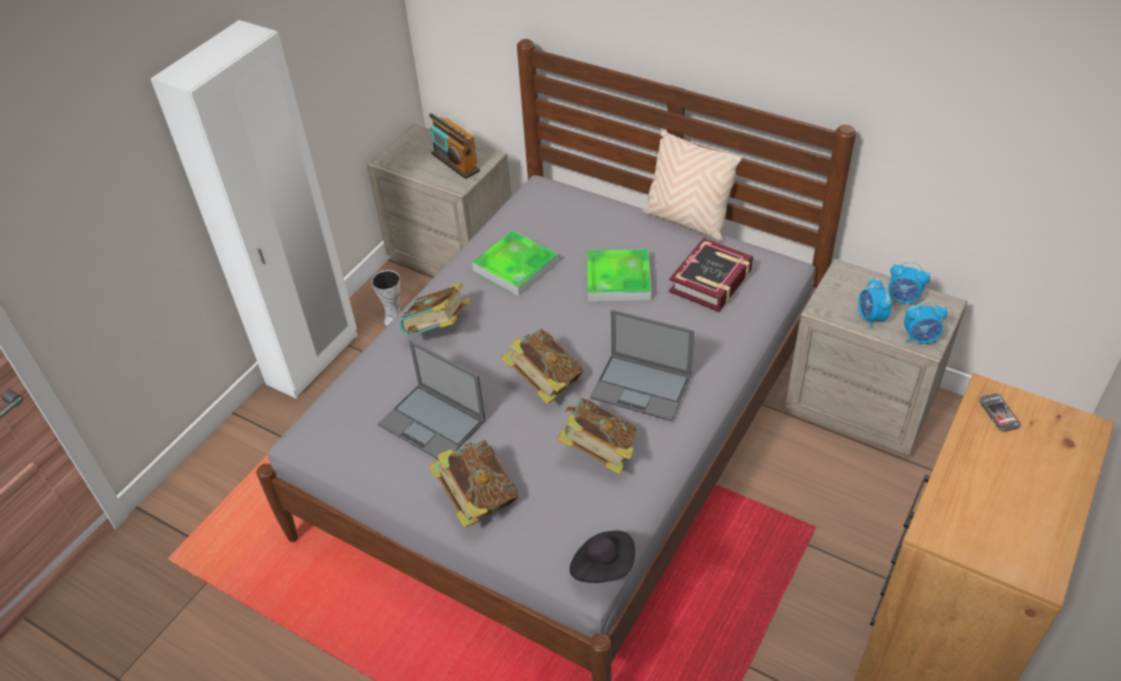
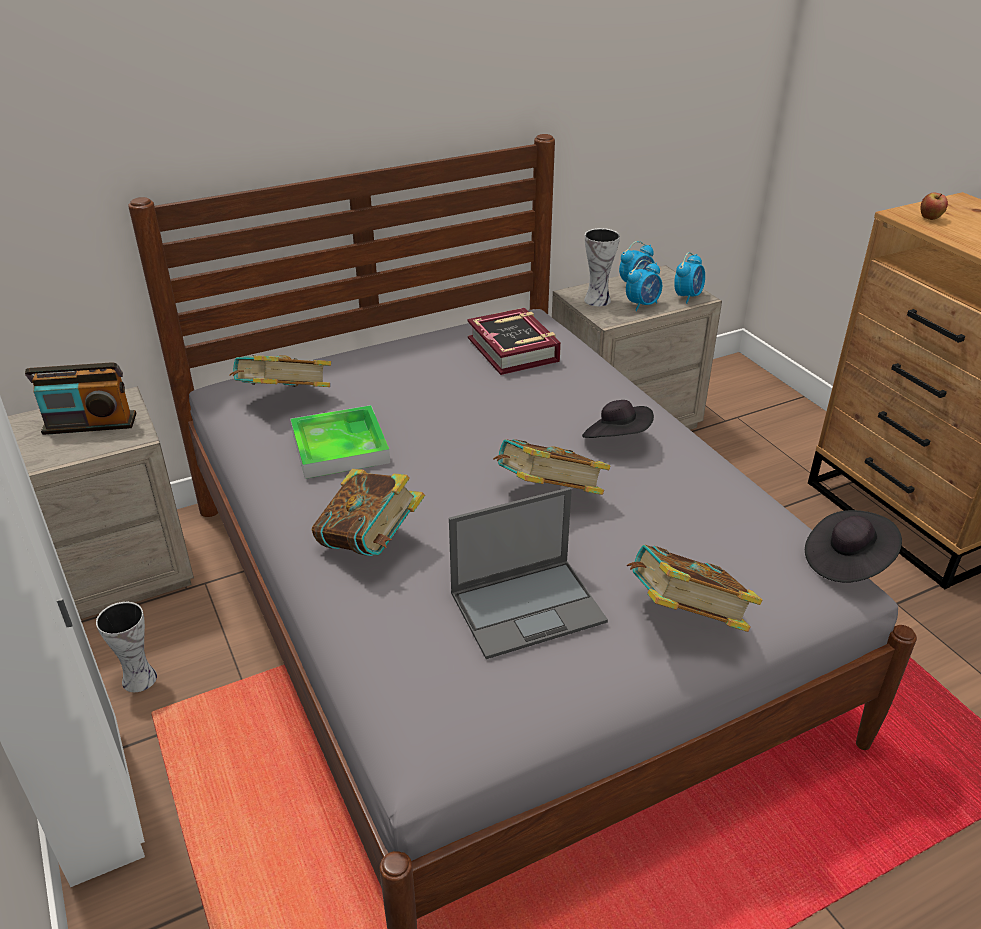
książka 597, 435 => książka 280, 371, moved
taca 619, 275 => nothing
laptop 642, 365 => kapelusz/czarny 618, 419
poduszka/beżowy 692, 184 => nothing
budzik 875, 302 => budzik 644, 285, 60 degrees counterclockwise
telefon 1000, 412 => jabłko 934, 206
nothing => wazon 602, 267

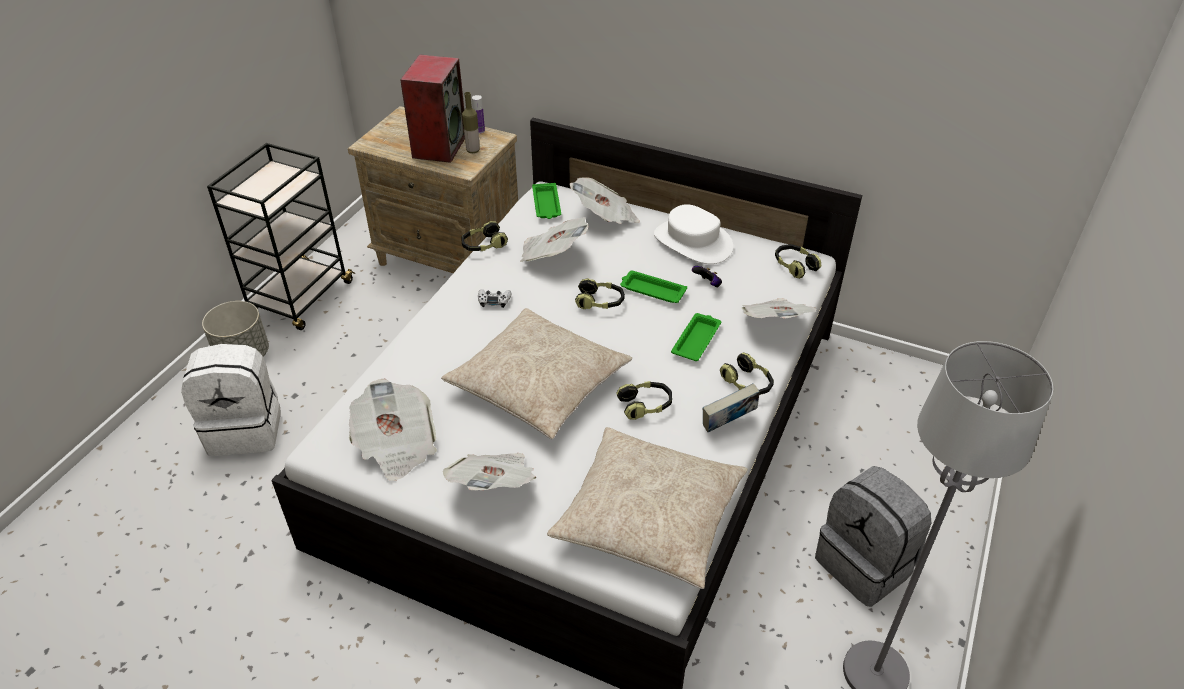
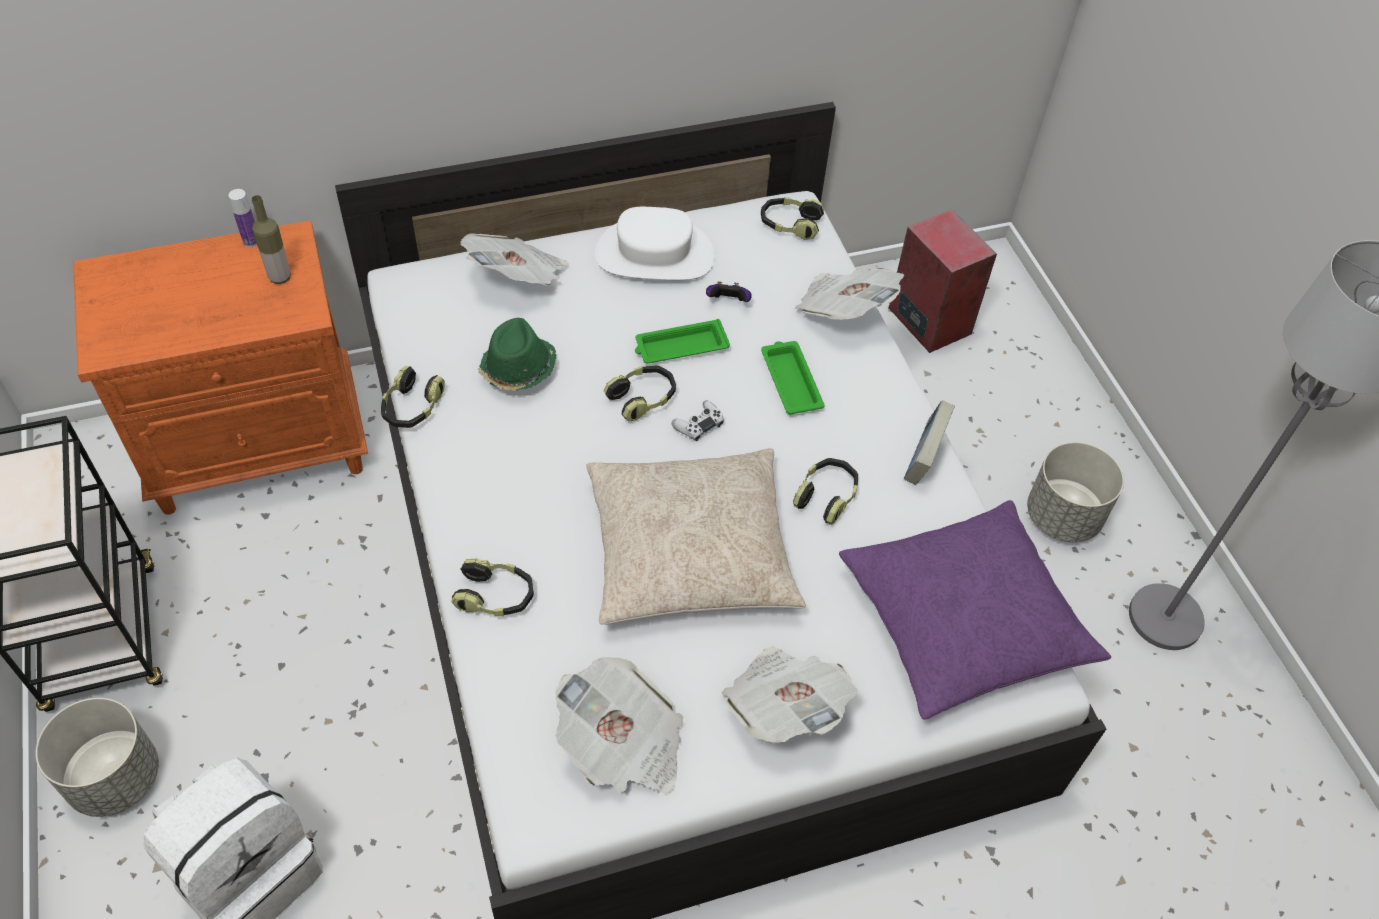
szafka nocna/beżowy 433, 189 => szafka nocna/pomarańczowy 220, 368
głośnik 432, 108 => głośnik 943, 281, moved
pad do gier/biały 495, 298 => pad do gier/biały 698, 420, moved
gazeta 554, 239 => kapelusz/zielony 517, 354
taca/zielony 546, 201 => nothing
poduszka/beżowy 647, 508 => poduszka/fioletowy 975, 610
słuchawki 747, 374 => słuchawki 492, 587, moved
plecak/szary 873, 536 => donica/szary 1075, 492

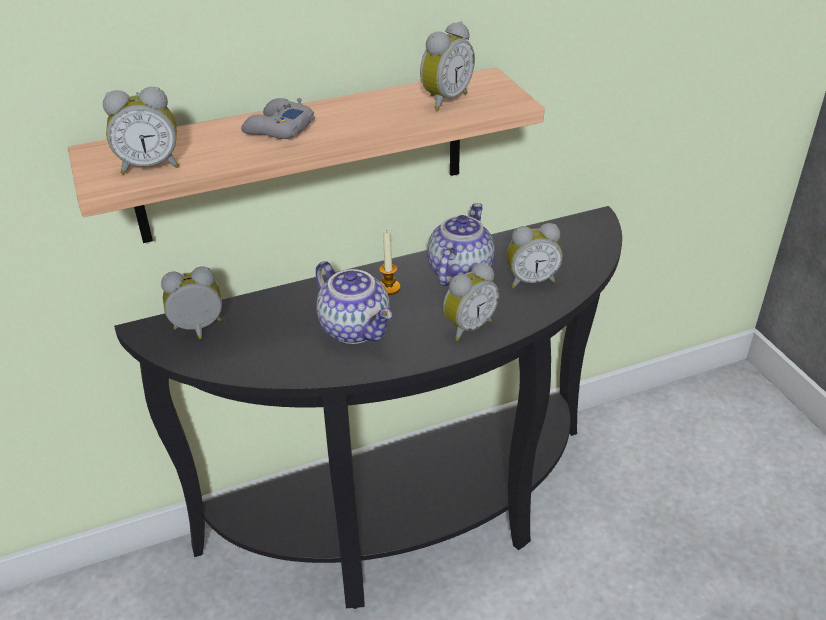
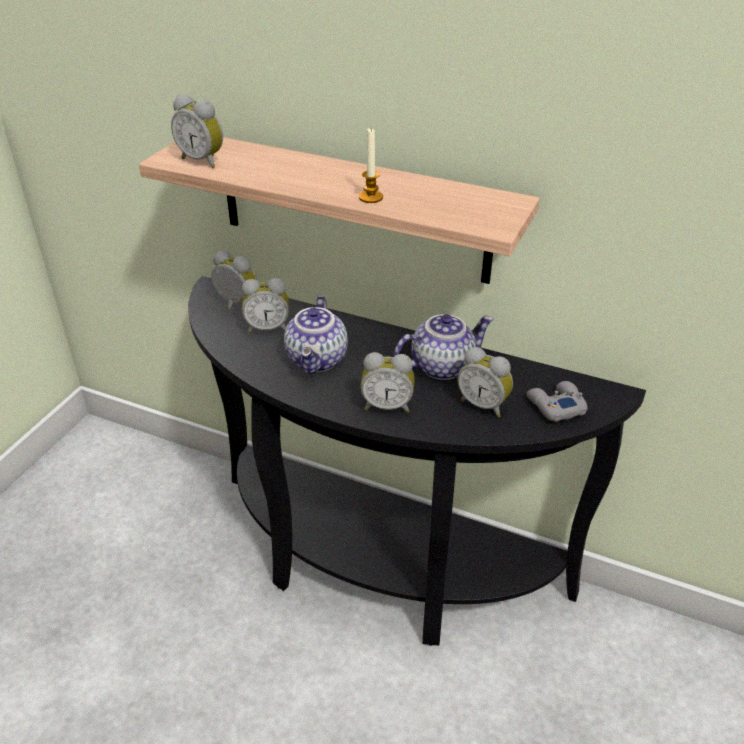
pad do gier/szary 278, 118 => pad do gier/szary 557, 401, moved
świeca 390, 262 => świeca 371, 165, moved
budzik 447, 66 => budzik 265, 306, moved

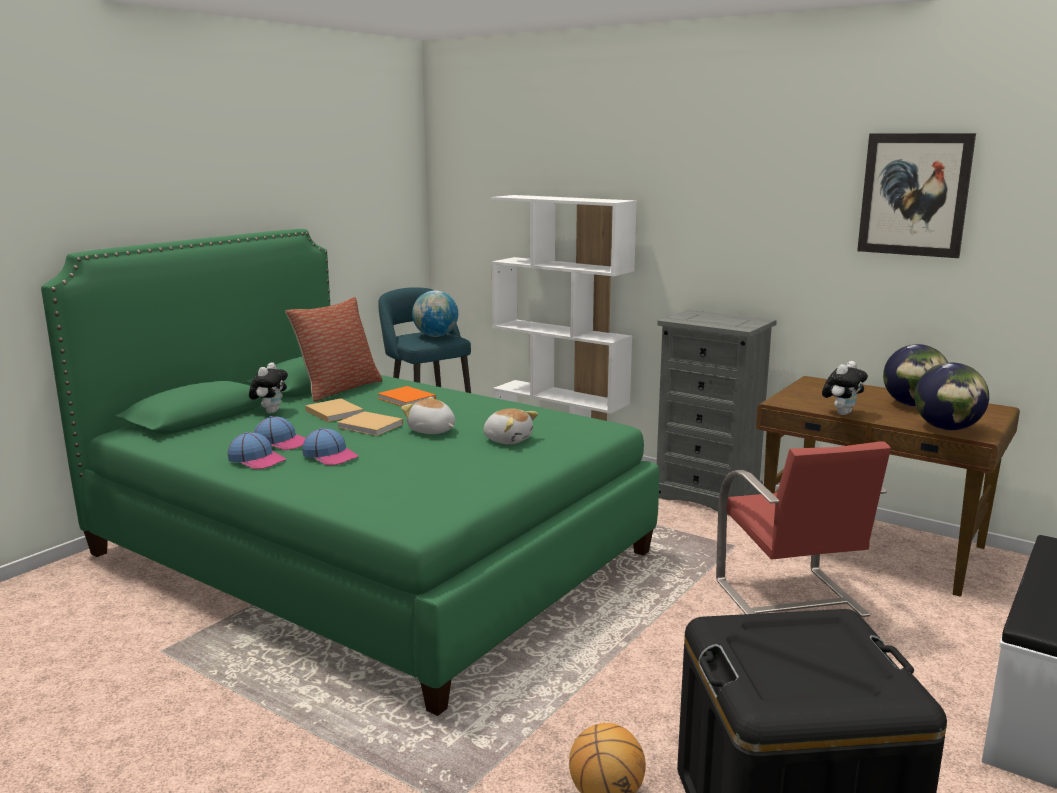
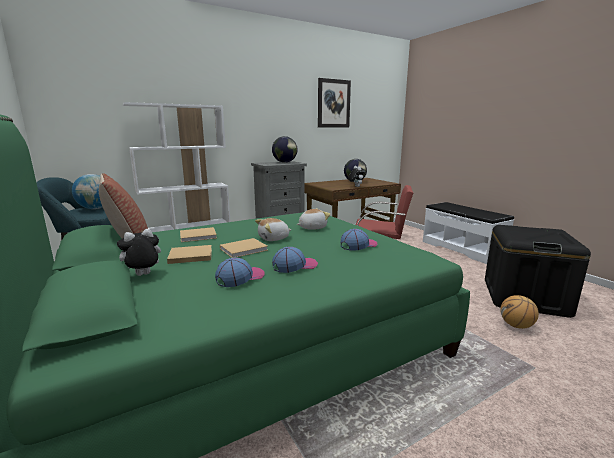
czapka z daszkiem 257, 450 => czapka z daszkiem 359, 240, moved
pluszak 268, 387 => pluszak 139, 252, 75 degrees counterclockwise
książka/pomarańczowy 406, 396 => książka/beżowy 198, 234
globus 951, 396 => globus 284, 149, moved

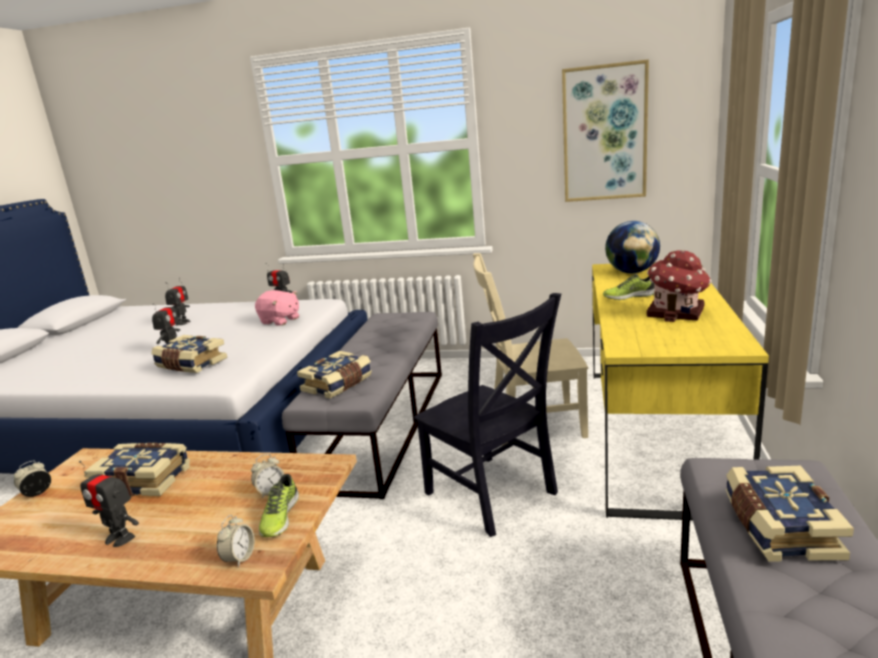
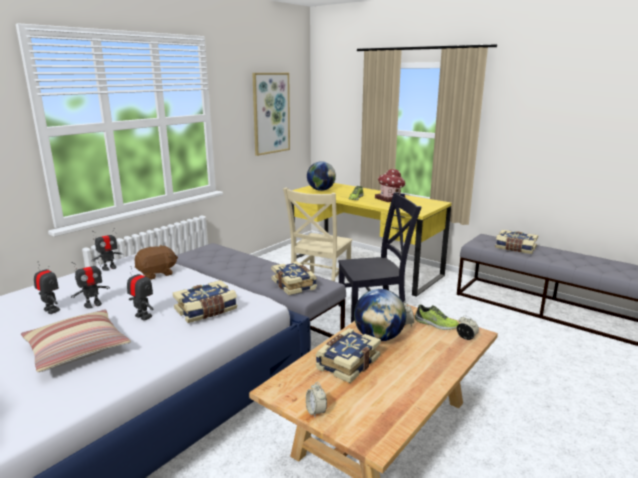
robot zabawkowy 109, 504 => robot zabawkowy 90, 283, moved
pluszak/różowy 277, 308 => pluszak/brązowy 156, 262
nothing => poduszka 76, 341
nothing => globus 380, 315

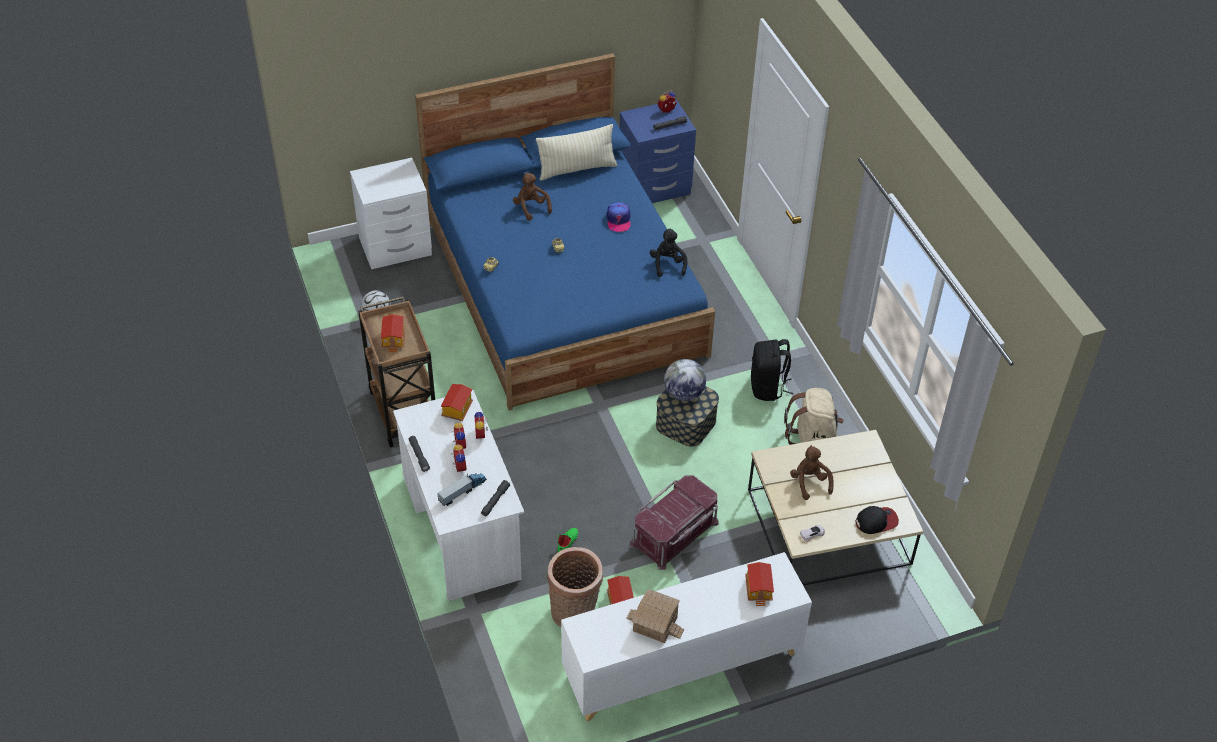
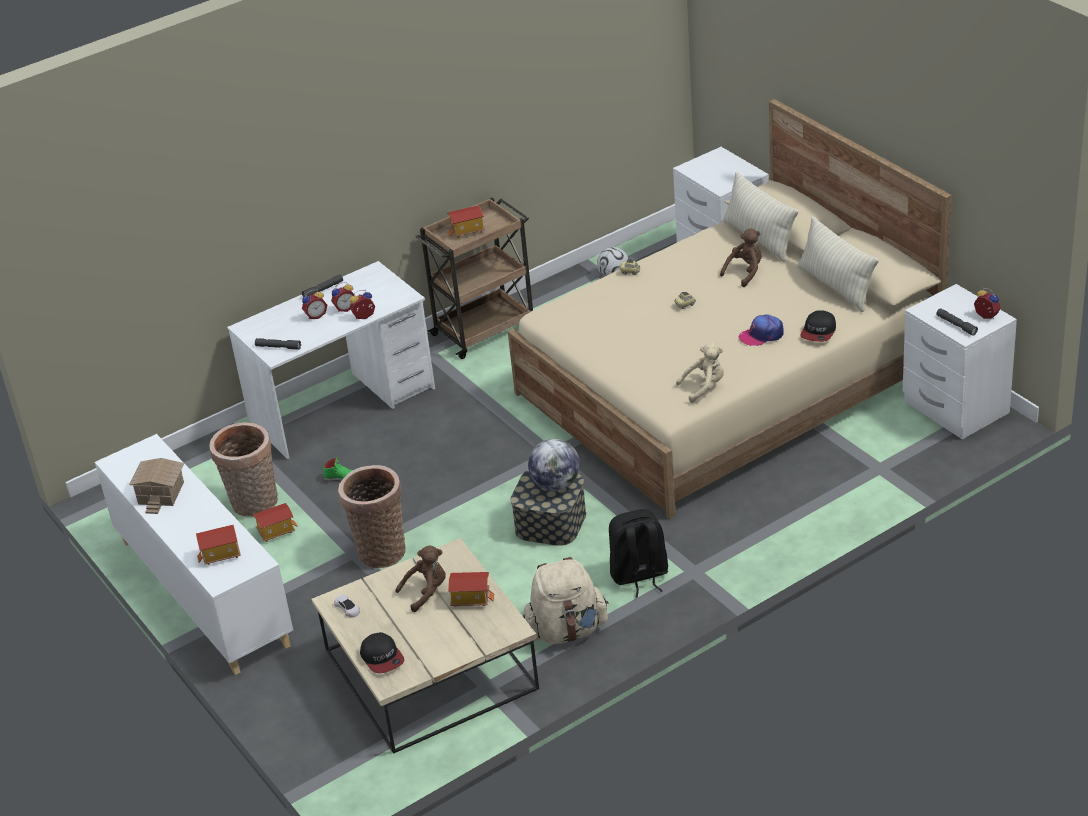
łóżko/niebieski 565, 232 => łóżko/beżowy 730, 309
ciężarówka zabawkowa 462, 490 => nothing
domek 457, 402 => domek 471, 589, moved
szafka nocna/niebieski 657, 151 => szafka nocna/biały 960, 361
pojemnik do przechowywania/czerwony 674, 522 => koszyk 372, 516
pluszak/czarny 668, 252 => pluszak/beżowy 700, 373
nothing => poduszka/beżowy 760, 216
nothing => czapka z daszkiem 818, 326

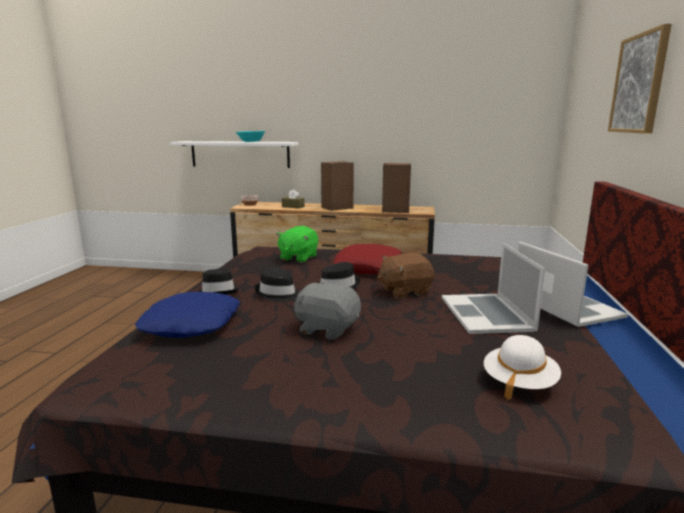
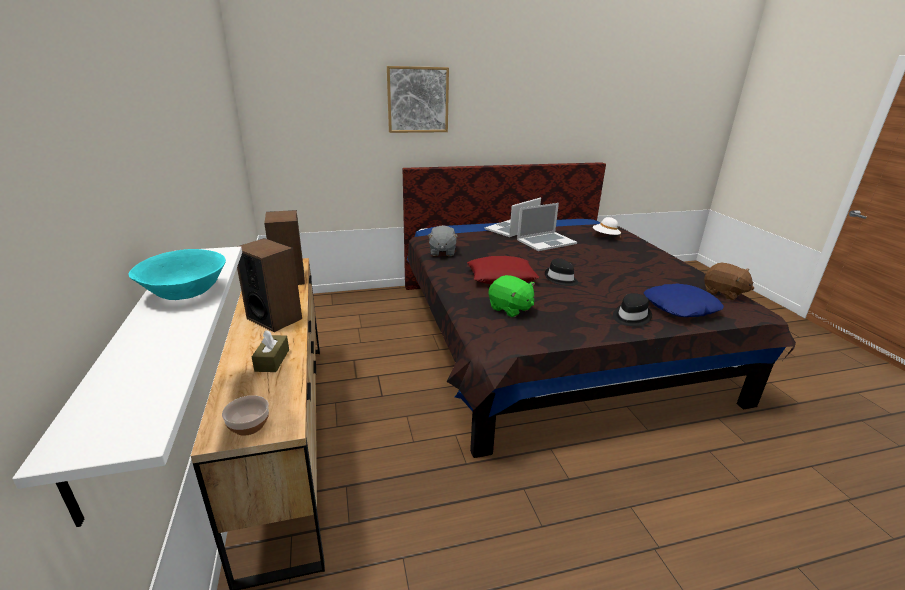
kapelusz/czarny 277, 284 => nothing
pluszak/zielony 297, 244 => pluszak/zielony 512, 296, 45 degrees clockwise
pluszak/szary 327, 310 => pluszak/szary 442, 240, moved
pluszak/brązowy 405, 275 => pluszak/brązowy 729, 281, moved

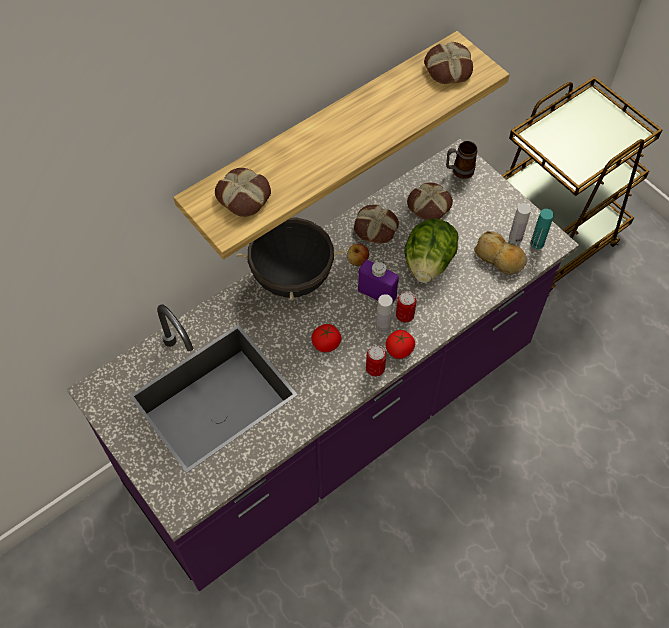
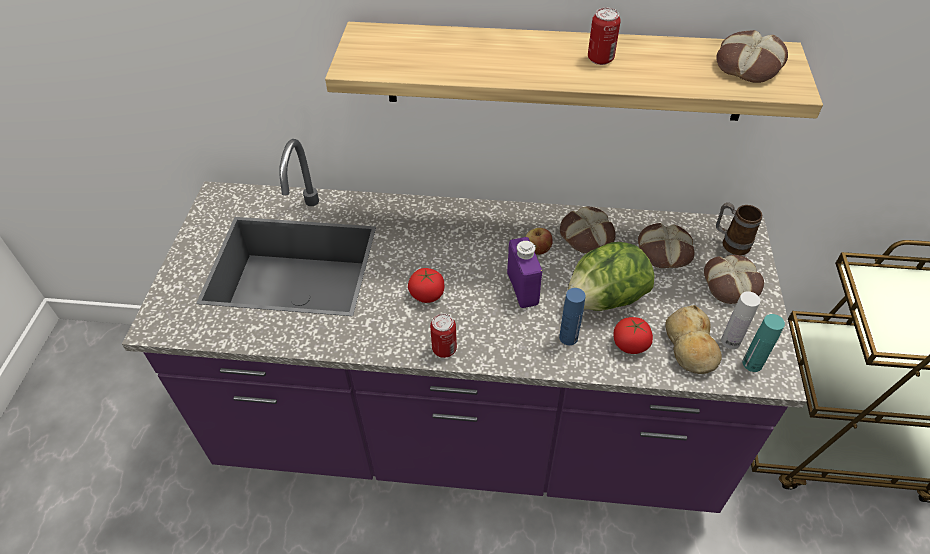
chleb 243, 192 => chleb 734, 279, moved
garnek/czarny 290, 258 => nothing
butelka/biały 384, 314 => nothing
pomidor 400, 344 => pomidor 633, 335, moved
puszka 406, 307 => puszka 604, 36, moved
nothing => butelka/niebieski 572, 316

